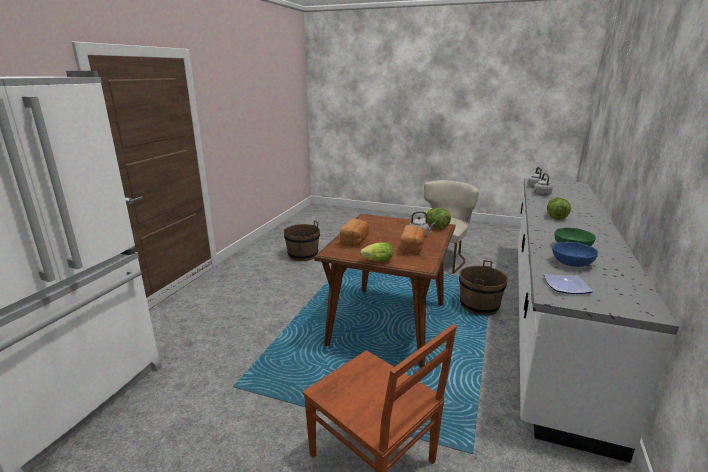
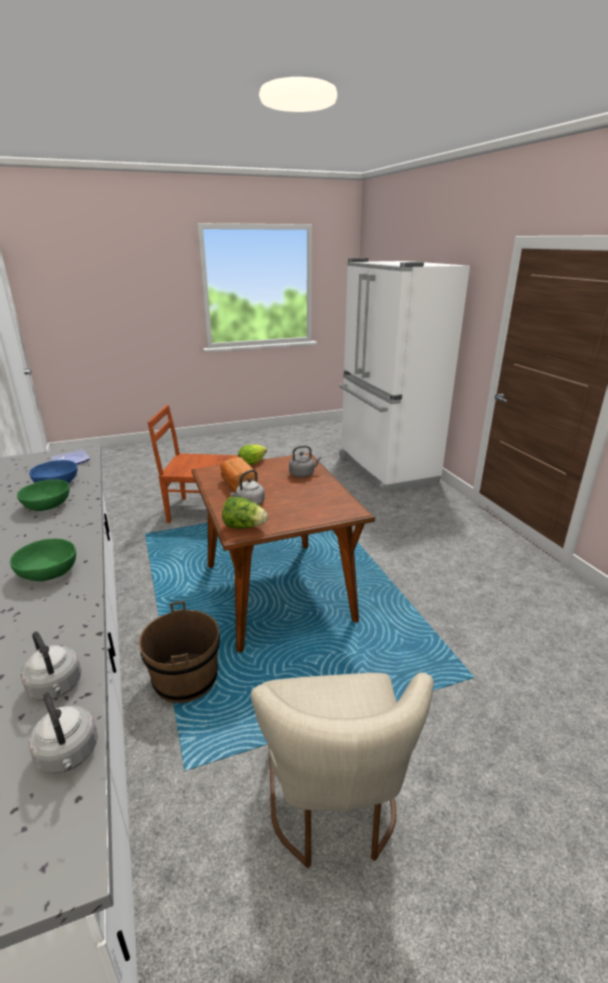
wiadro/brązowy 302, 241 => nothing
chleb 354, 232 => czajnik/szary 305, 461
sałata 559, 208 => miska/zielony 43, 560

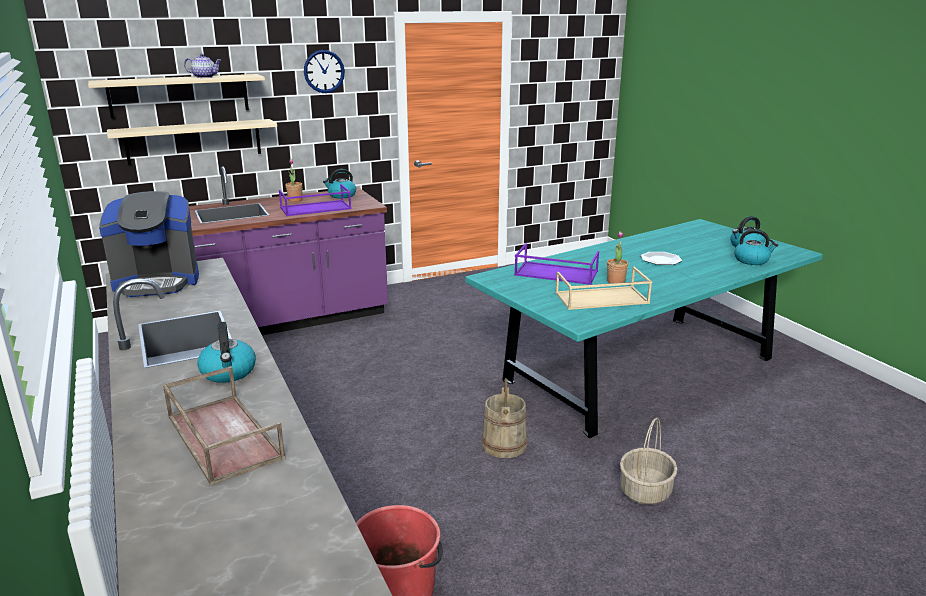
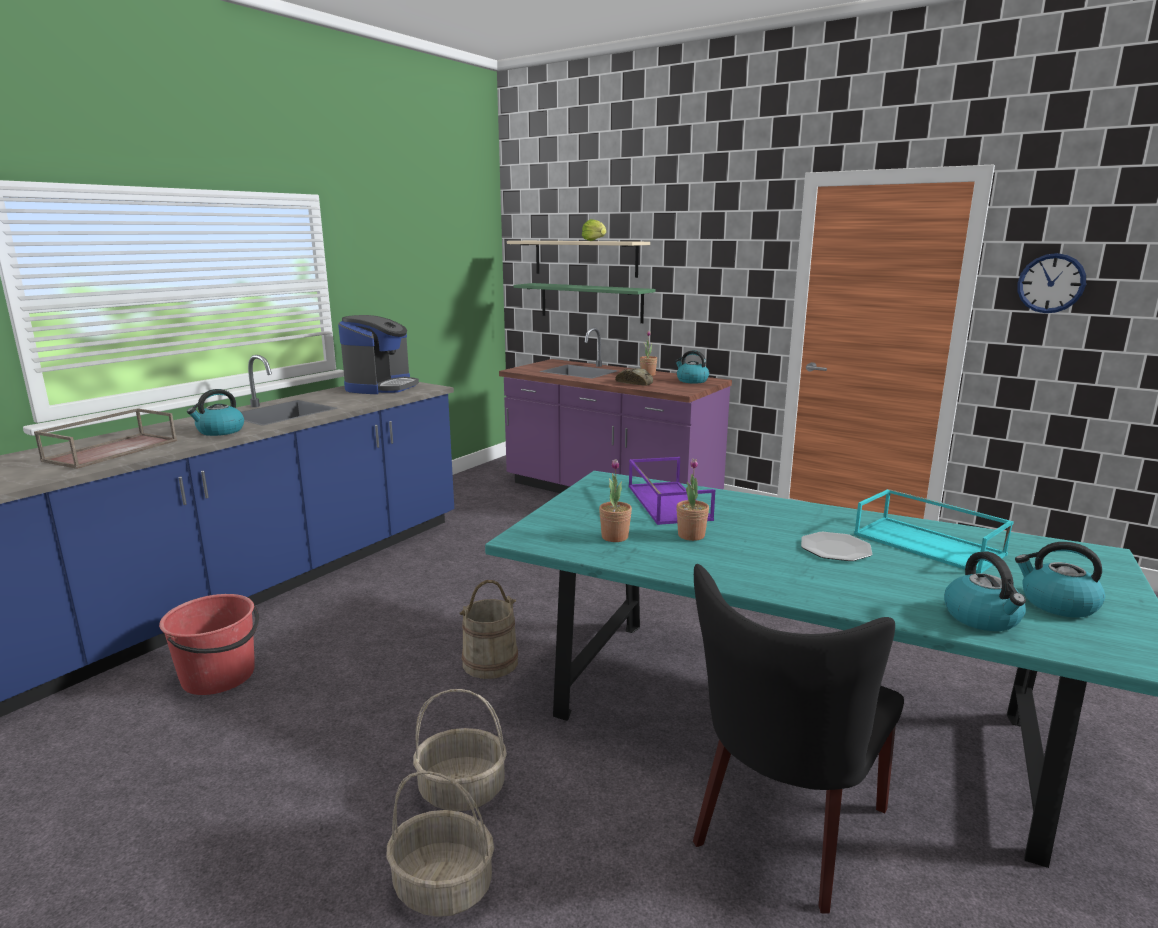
ekspres do kawy 149, 244 => ekspres do kawy 378, 354, 120 degrees counterclockwise
półka/beżowy 192, 142 => półka/zielony 584, 303
imbryk 202, 66 => sałata 594, 230
taca/fioletowy 315, 200 => chleb 634, 377
zegar ścienny 324, 71 => zegar ścienny 1052, 283, moved
taca/beżowy 603, 288 => roślina doniczkowa 615, 500
nothing => koszyk 440, 844
nothing => krzesło/czarny 798, 738
nothing => taca/turkusowy 934, 531

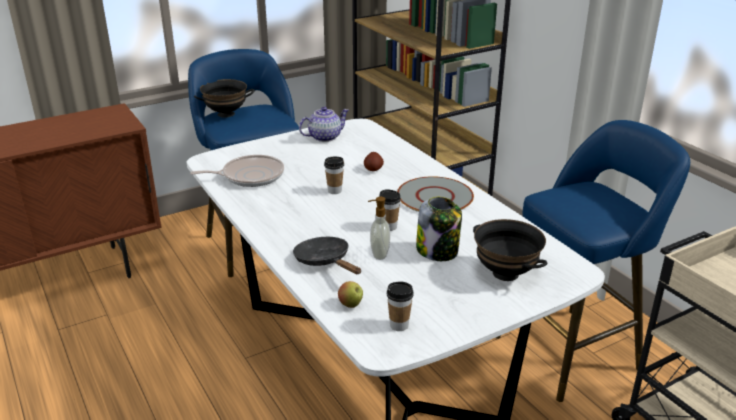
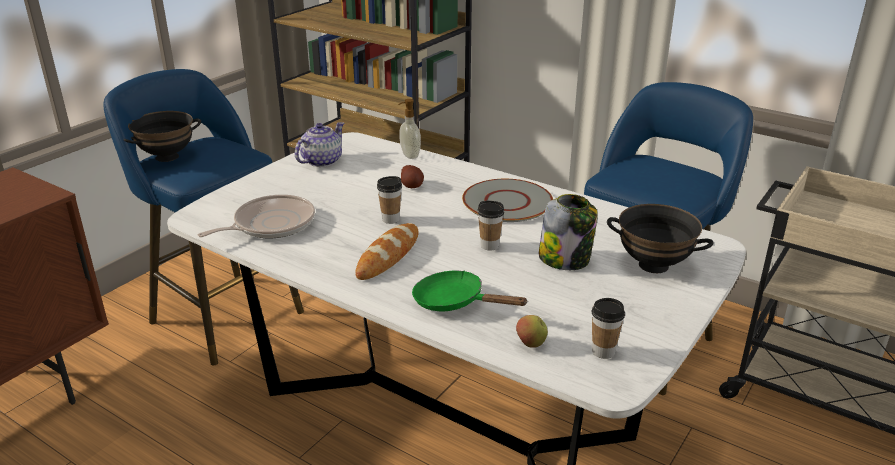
patelnia/czarny 327, 255 => patelnia/zielony 470, 290
dozownik mydła 379, 228 => dozownik mydła 409, 129, moved
nothing => chleb 387, 251

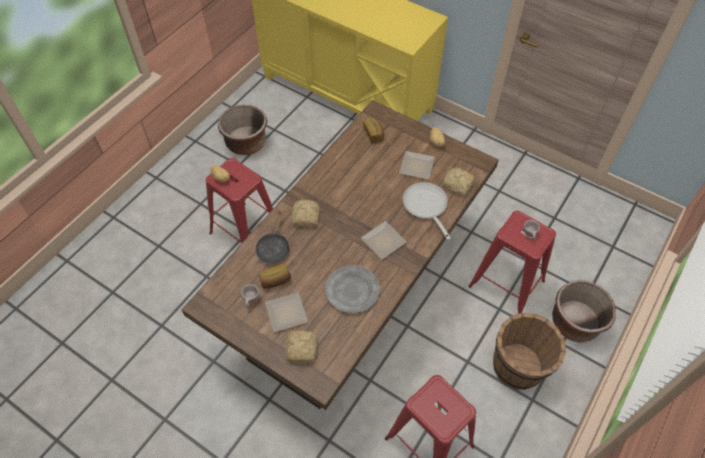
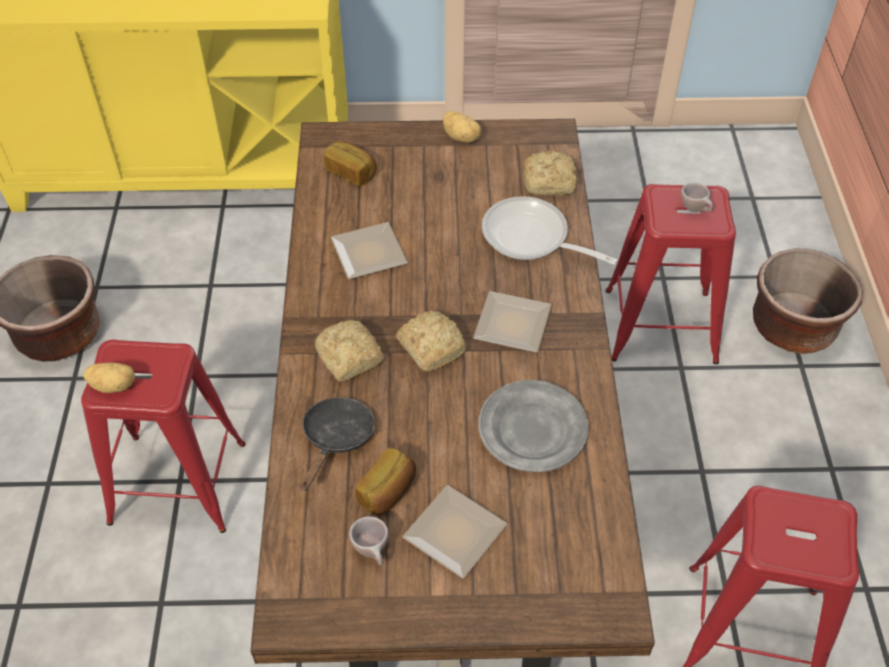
patelnia/czarny 272, 238 => patelnia/czarny 337, 444, 135 degrees counterclockwise
chleb 301, 346 => chleb 431, 341, moved
talerz 417, 165 => talerz 369, 250, moved
wiadro/brązowy 529, 351 => nothing

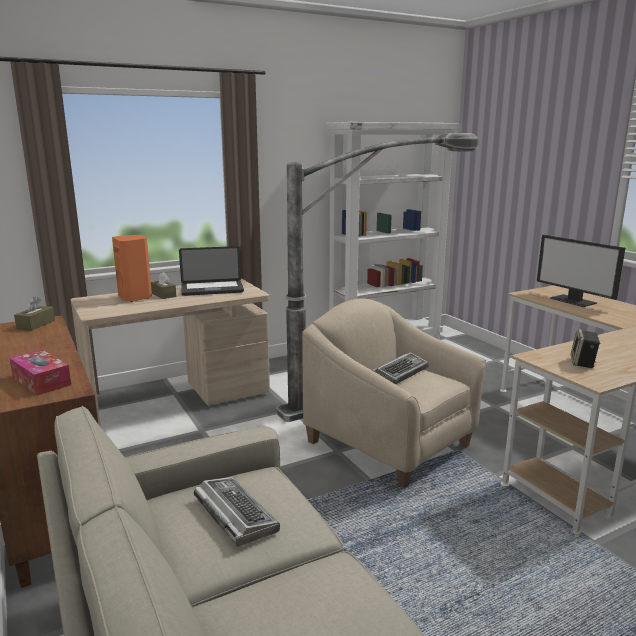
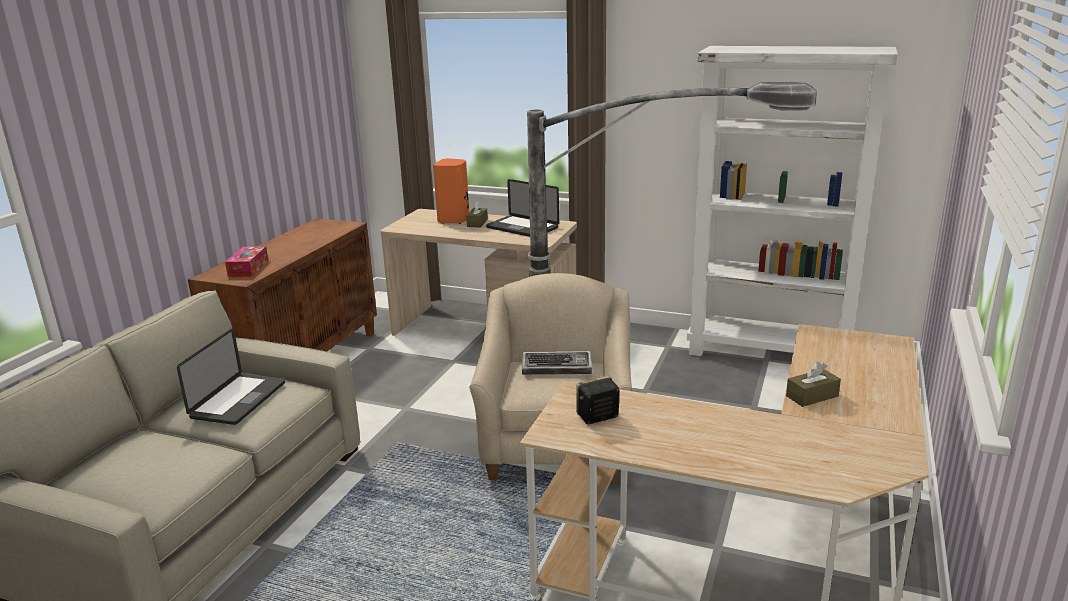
pudełko chusteczek/brązowy 34, 314 => pudełko chusteczek/brązowy 813, 384, moved
klawiatura 237, 512 => laptop 231, 376
monitor 581, 271 => nothing

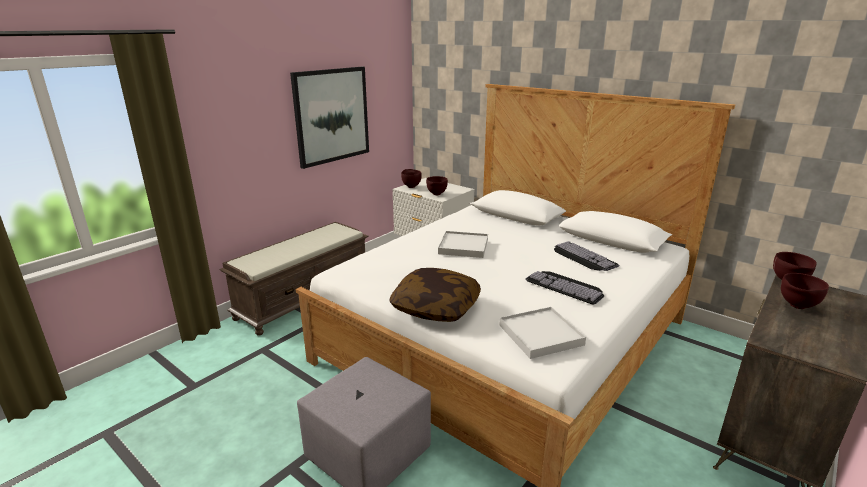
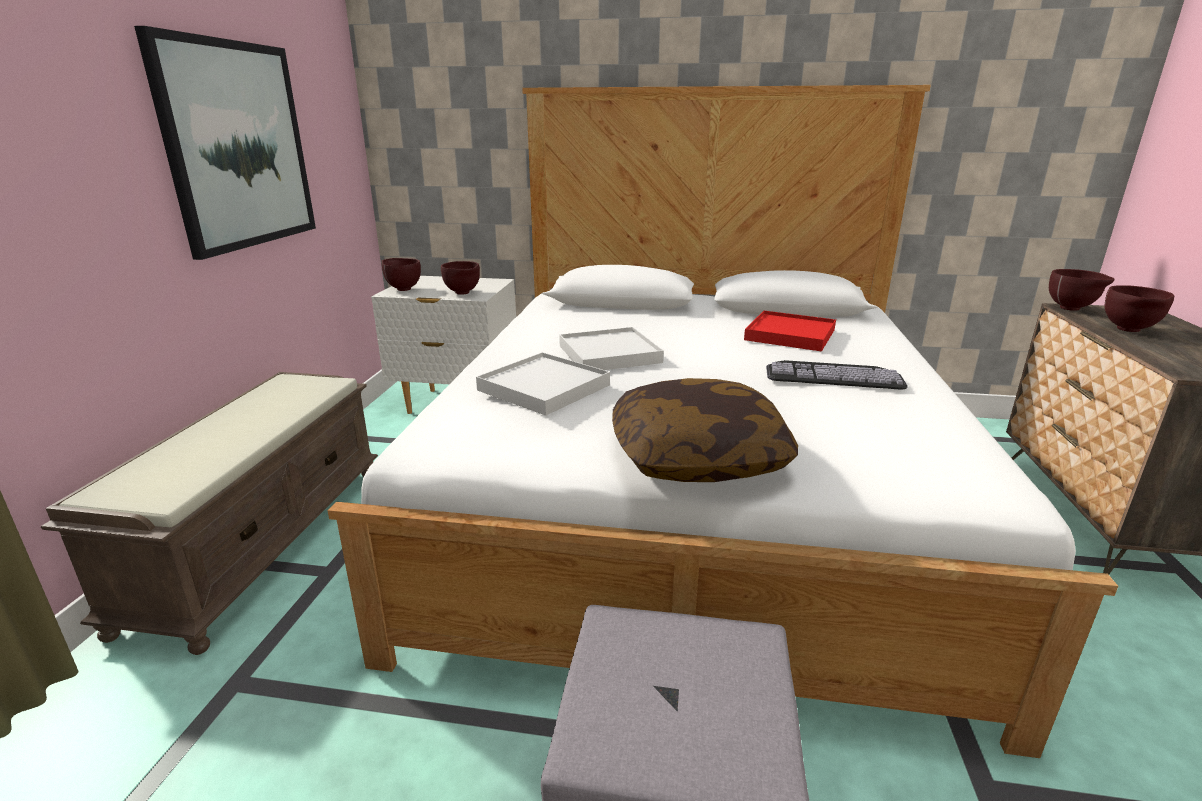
taca/biały 542, 333 => taca/biały 543, 384, moved
klawiatura 586, 256 => taca/czerwony 790, 331

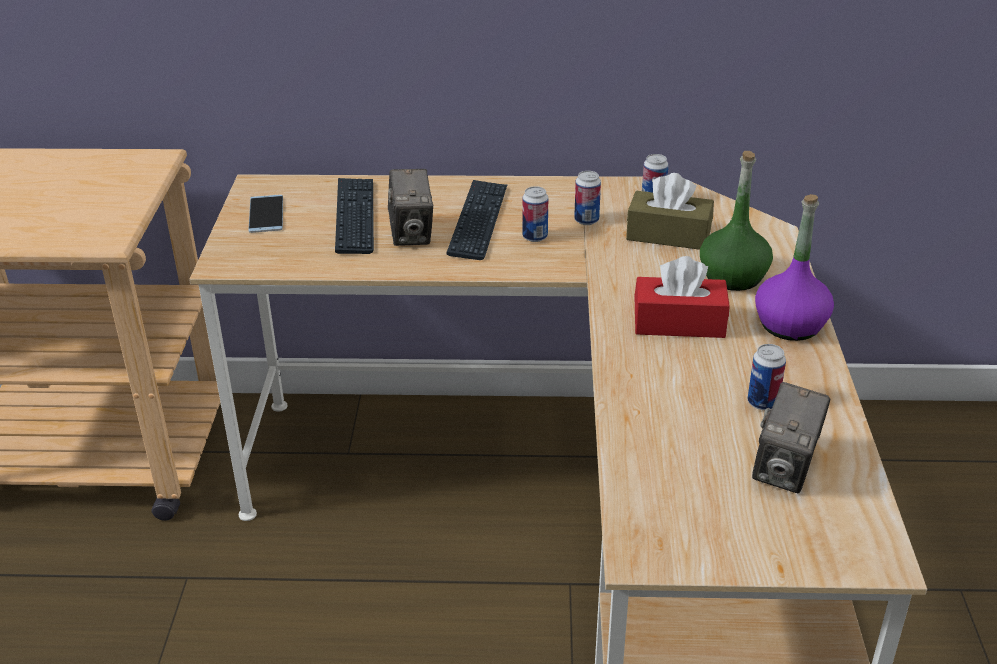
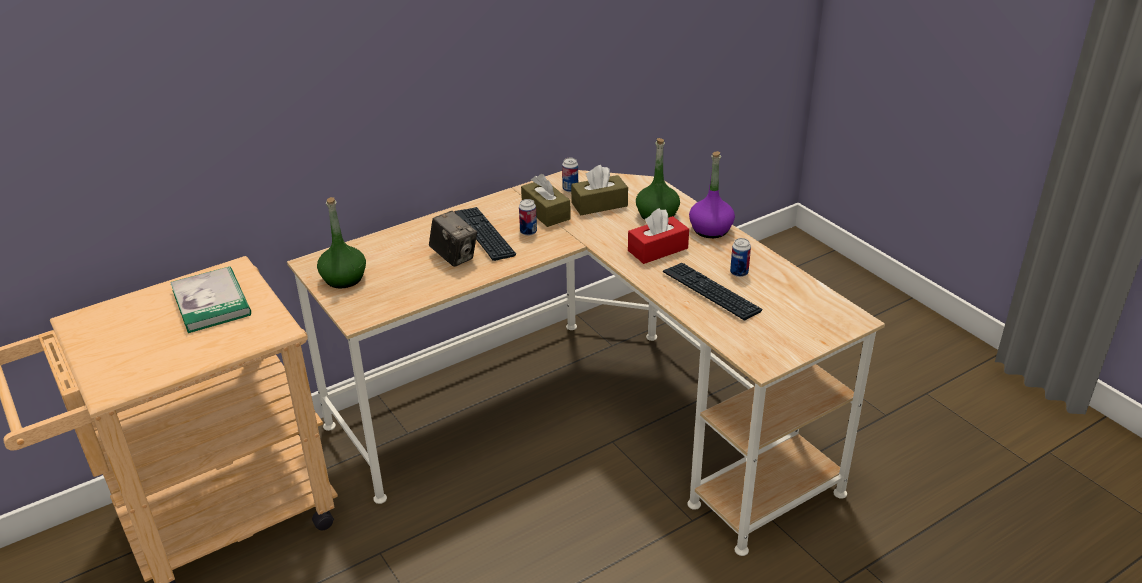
telefon 266, 214 => butelka/zielony 341, 243
klawiatura 354, 216 => klawiatura 712, 291, moved
puszka 587, 198 => pudełko chusteczek/brązowy 546, 200
aparat fotograficzny 791, 437 => nothing
nothing => książka 210, 299

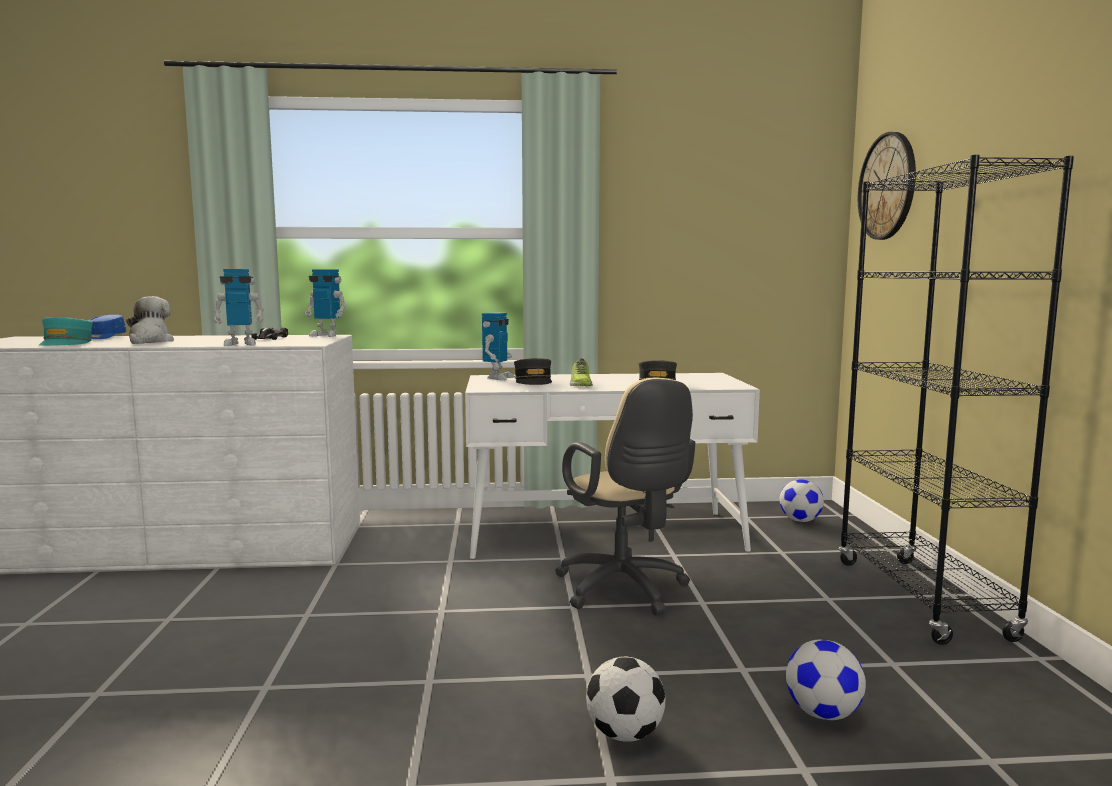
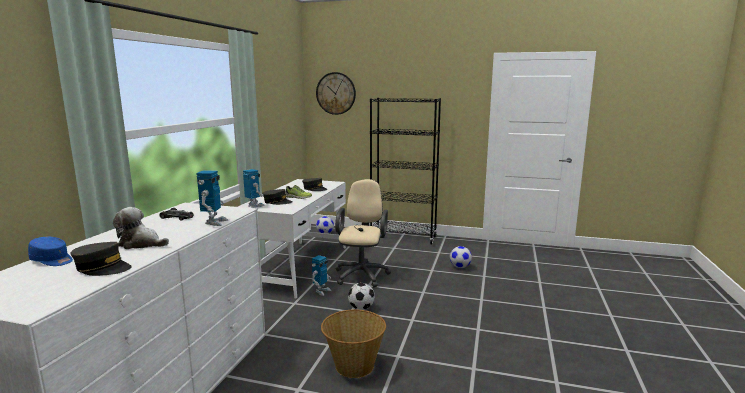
czapka z daszkiem/turkusowy 66, 331 => czapka z daszkiem/szary 101, 259
robot zabawkowy 325, 303 => robot zabawkowy 321, 275, moved
krzesło biurowe/beżowy 625, 496 => krzesło biurowe/beżowy 363, 233, 75 degrees counterclockwise
piłka futbolowa 626, 699 => piłka futbolowa 361, 296, moved
nothing => koszyk 353, 343

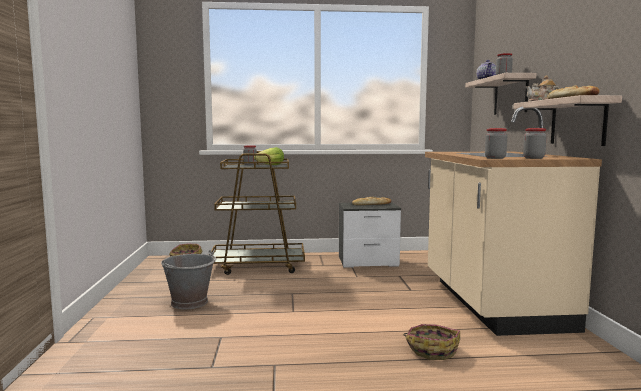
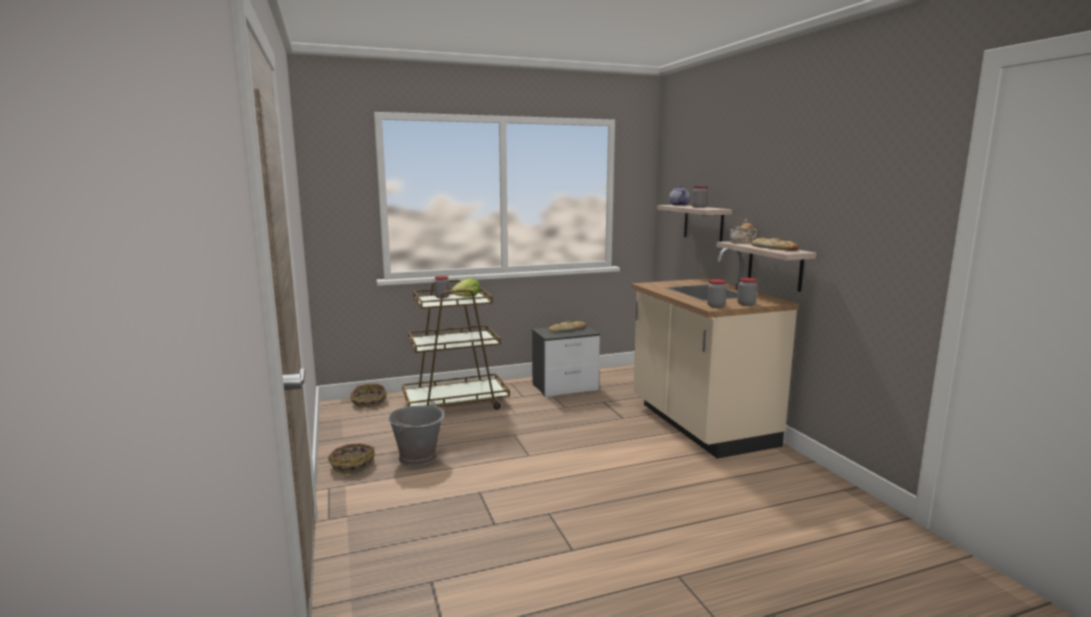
koszyk 431, 342 => koszyk 351, 458, moved

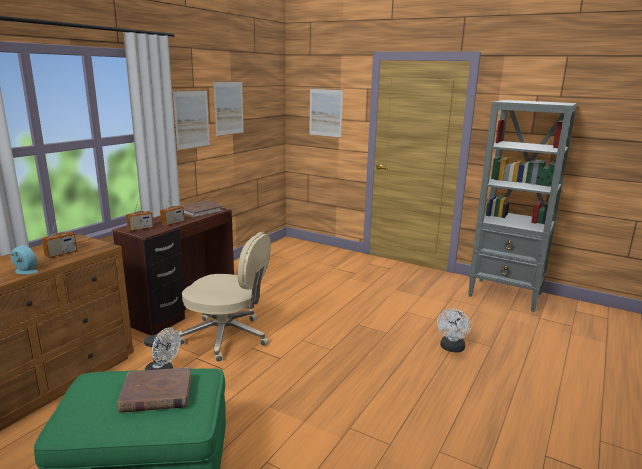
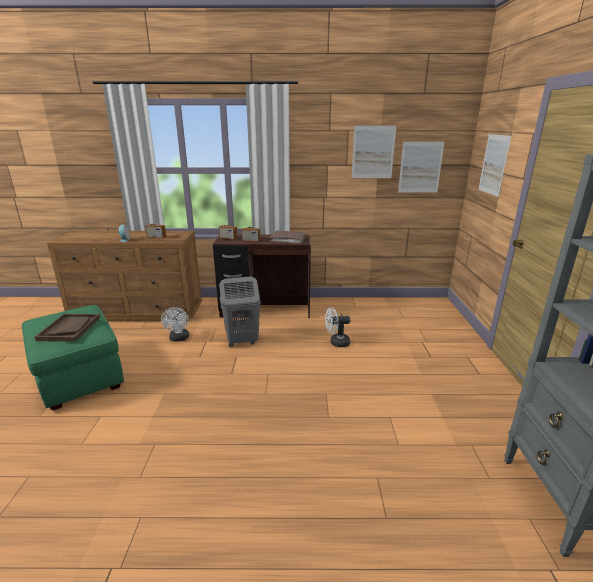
książka/brązowy 154, 390 => taca/brązowy 67, 328
obraz 191, 120 => obraz 421, 167, moved
krzesło biurowe/beżowy 224, 297 => kosz na pranie/szary 240, 311
wentylator/biały 454, 331 => wentylator/biały 337, 327, moved

